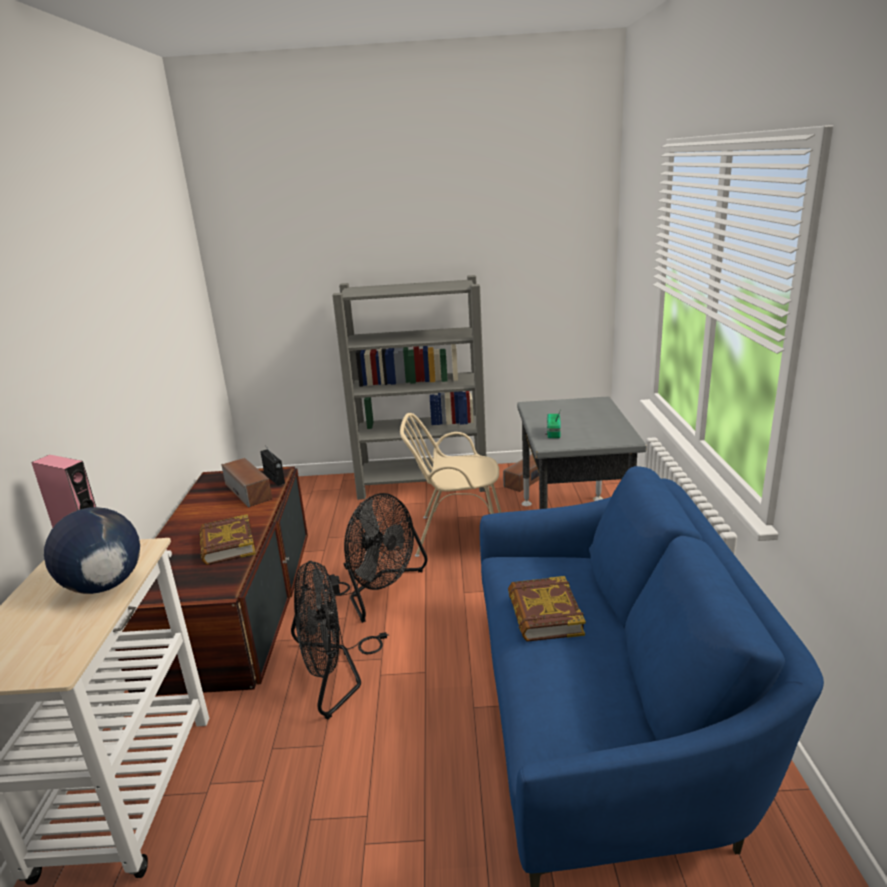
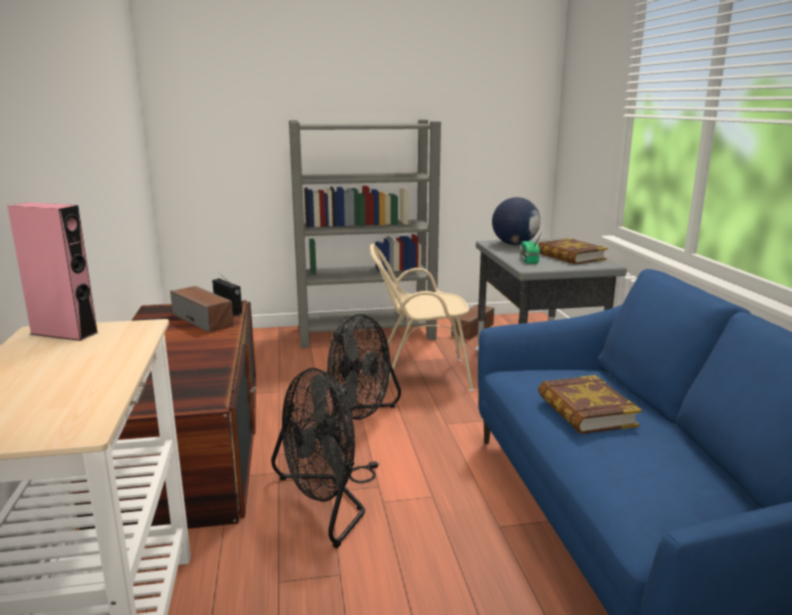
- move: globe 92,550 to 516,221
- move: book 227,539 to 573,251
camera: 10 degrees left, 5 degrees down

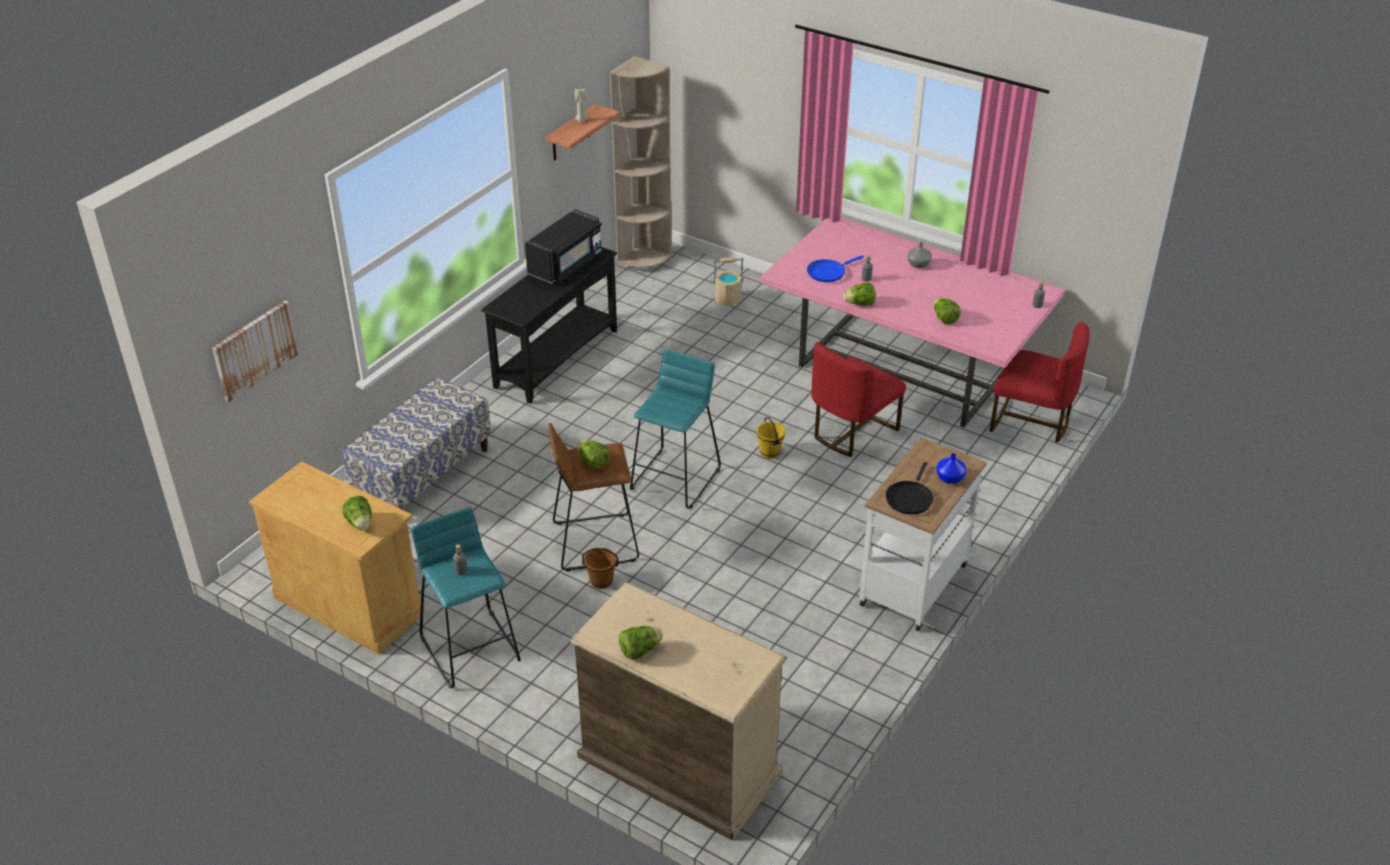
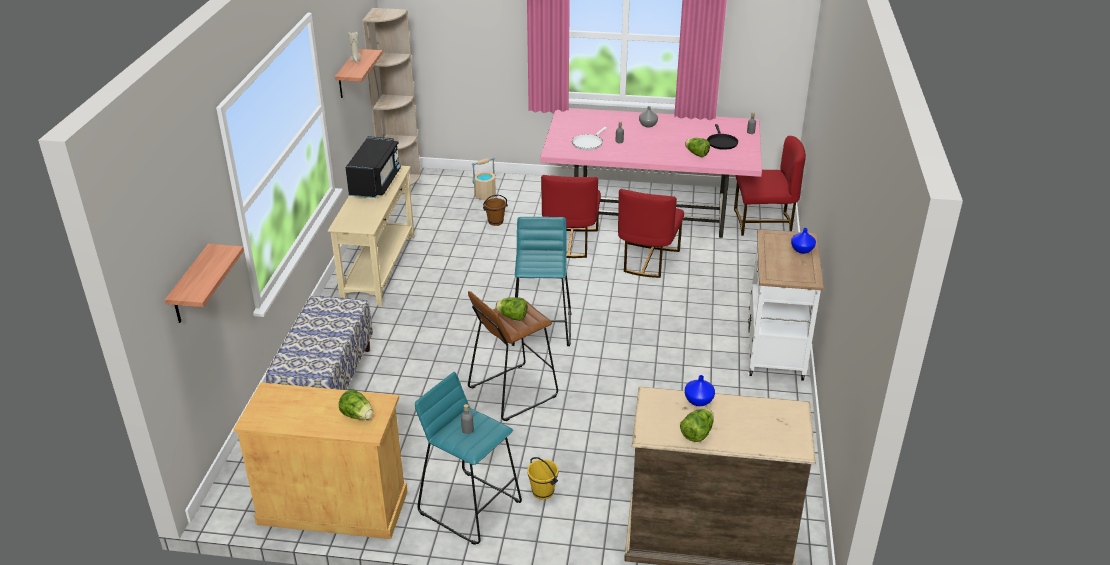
- delete: head of lettuce 859,294
- insert: red upright chair 571,216
- insert: blue-coloured flower vase 700,390
- move: brownish bucket 600,568 to 495,210
- move: yellowish bucket 771,438 to 542,478
- move: blackish frying pan 909,488 to 722,137
- replace: wall picture 255,351 to wall shelf 204,283
- recolor: blackish console table 549,325 to sand-coloured console table 371,236
- recolor: blue-coloured frying pan 835,268 to white frying pan 589,138
camera: 25 degrees left, 5 degrees down

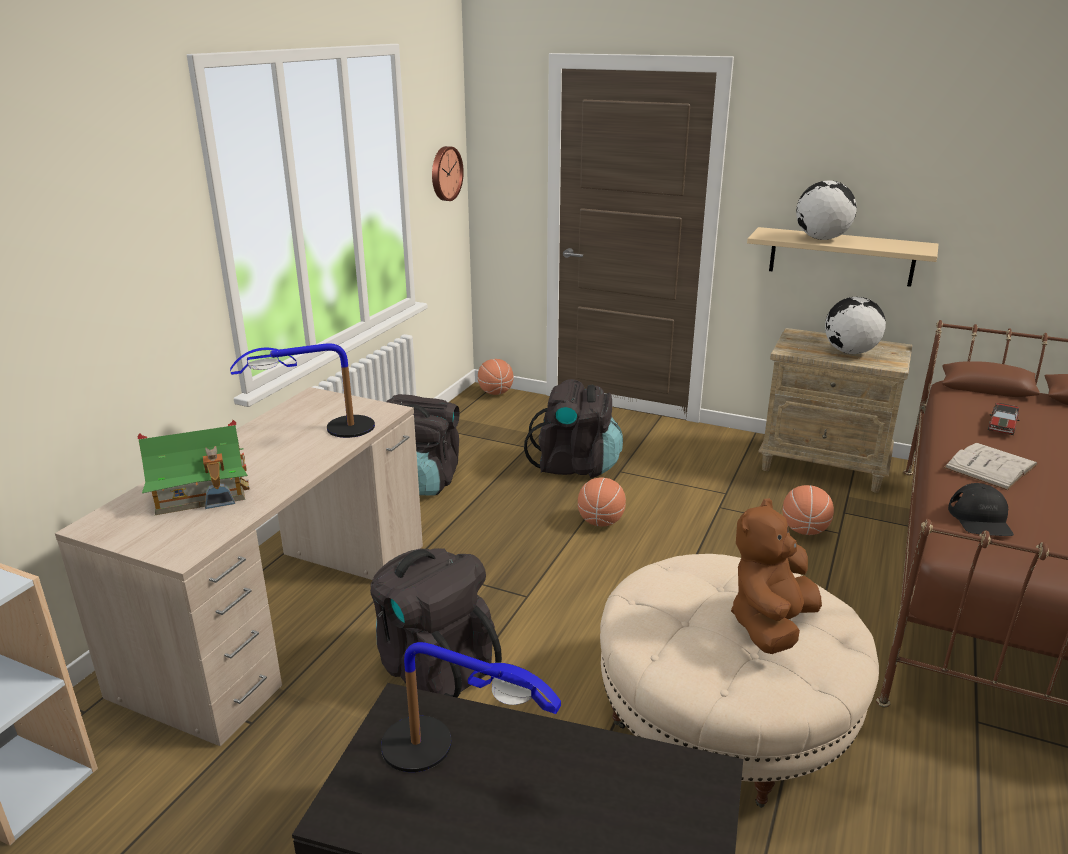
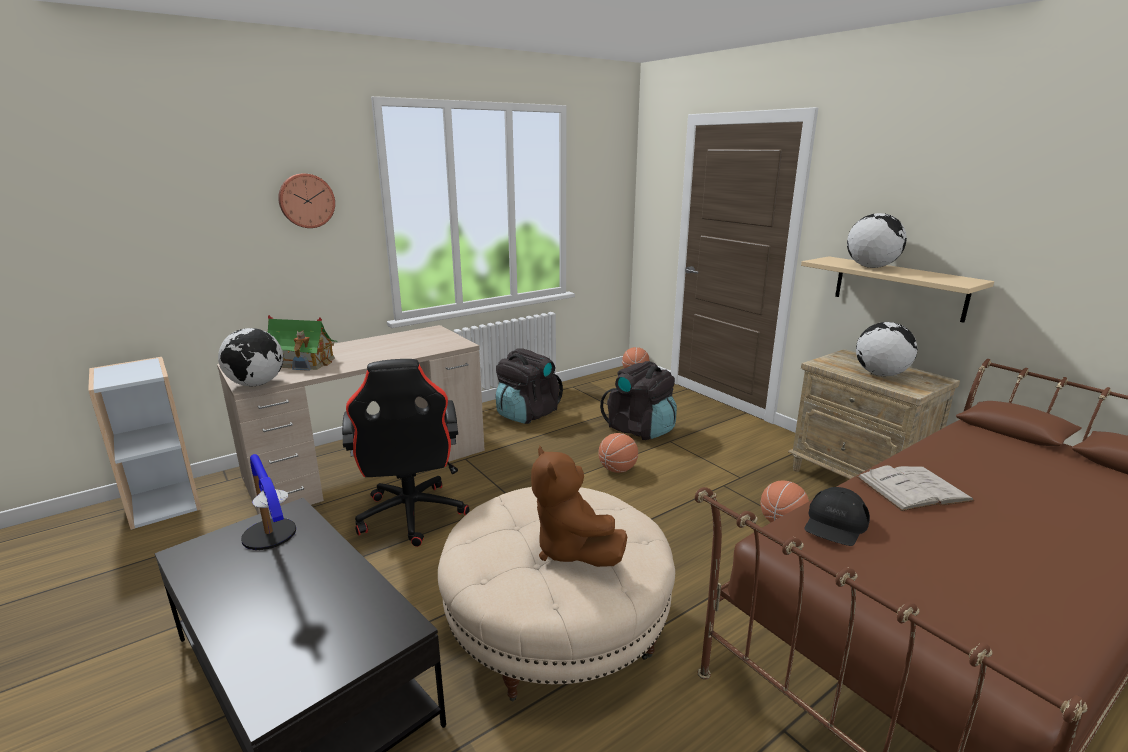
- delete: tabletop lamp 302,391
- delete: miniature car 1003,419
- insert: globe 250,357
- move: wall clock 448,173 to 306,200
- replace: blackish rucksack 436,622 to blackish computer chair 405,453
- rotate: brownish cuddly toy 776,576 = 579,506 90 degrees counterclockwise
camera: 30 degrees right, 5 degrees down

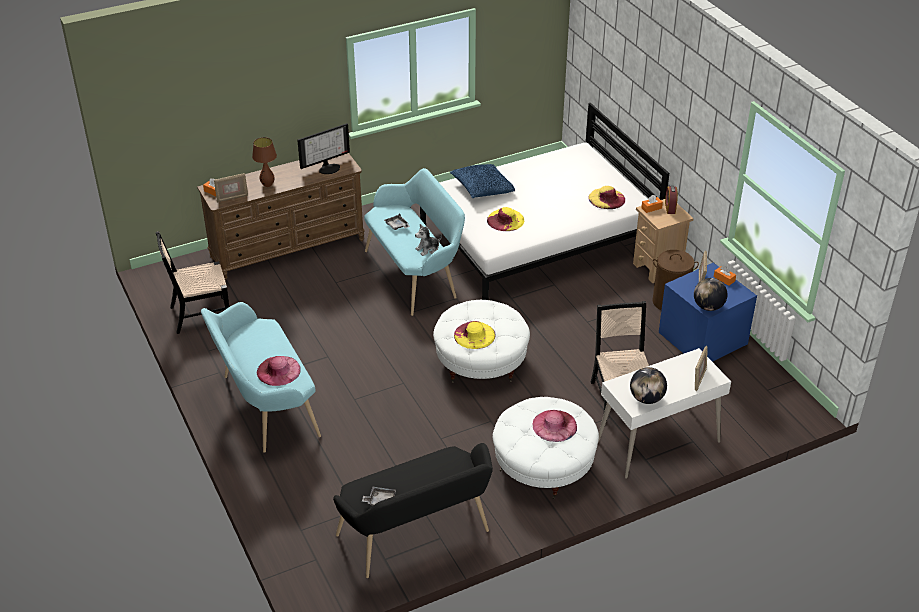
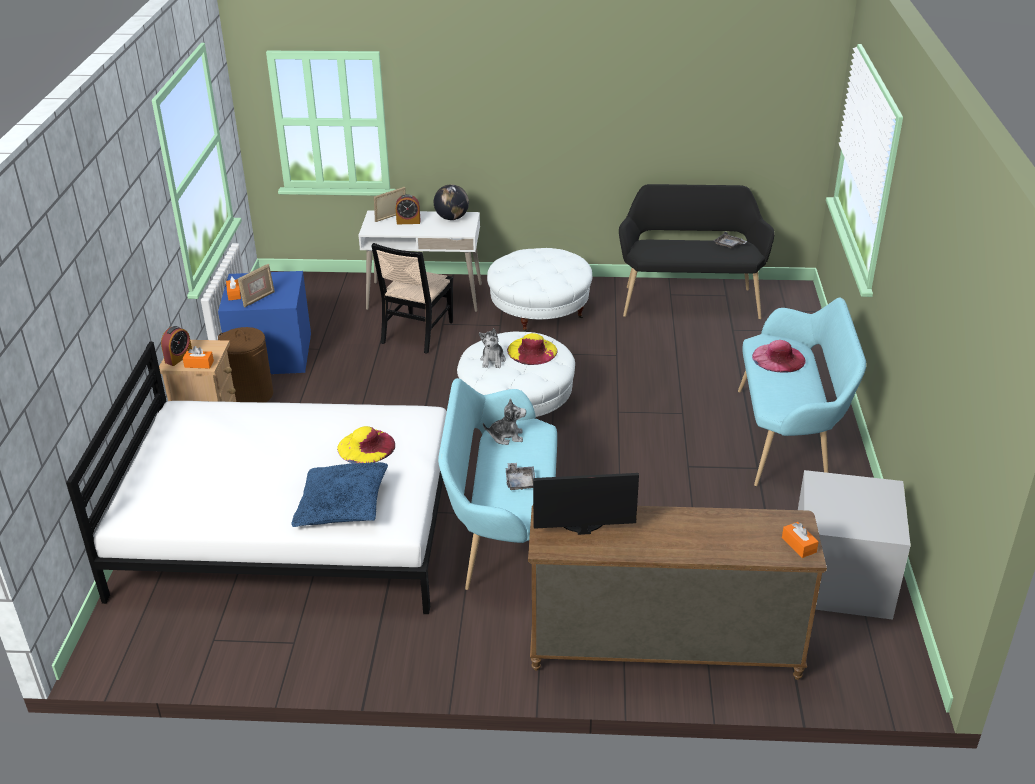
- delete: standing frame 231,188
- delete: brownish tabletop lamp 264,162
- delete: pink hat 554,426
- delete: yellowish hat 606,197
- delete: globe 710,294
- insert: alarm clock 408,209
- insert: cuddly toy 492,348
- replace: upright chair 192,282 to greyish storage bin 854,545
camera: 150 degrees left, 5 degrees down

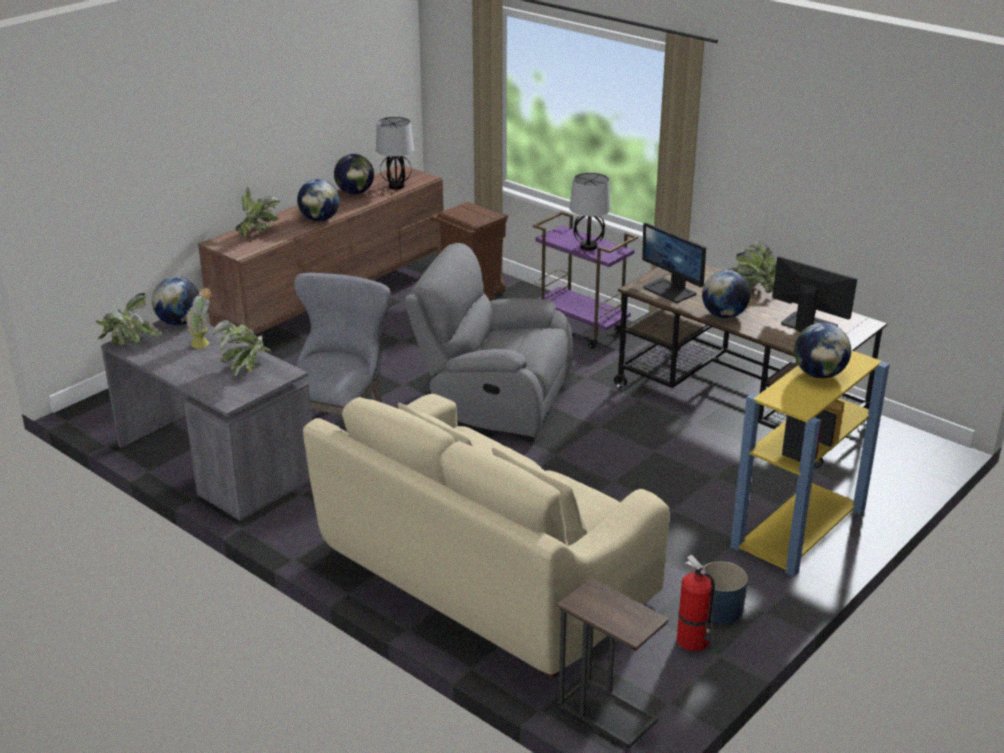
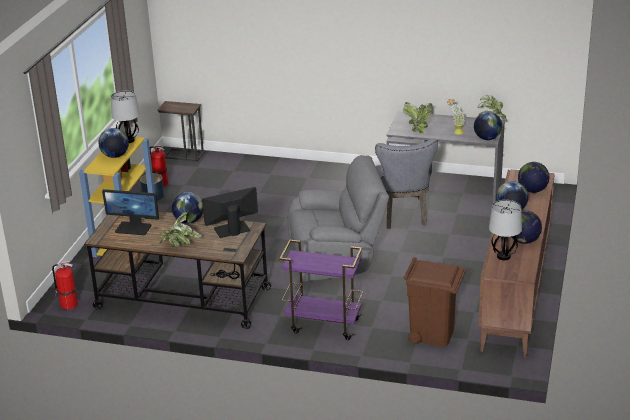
- delete: sand-coloured sofa 486,536
- insert: fire extinguisher 65,285
- move: tabletop lamp 590,212 to 125,117
- replace: plant in a pot 258,212 to globe 533,177
- rotate: computer display 674,262 = 230,212 45 degrees counterclockwise
camera: 155 degrees right, 0 degrees up

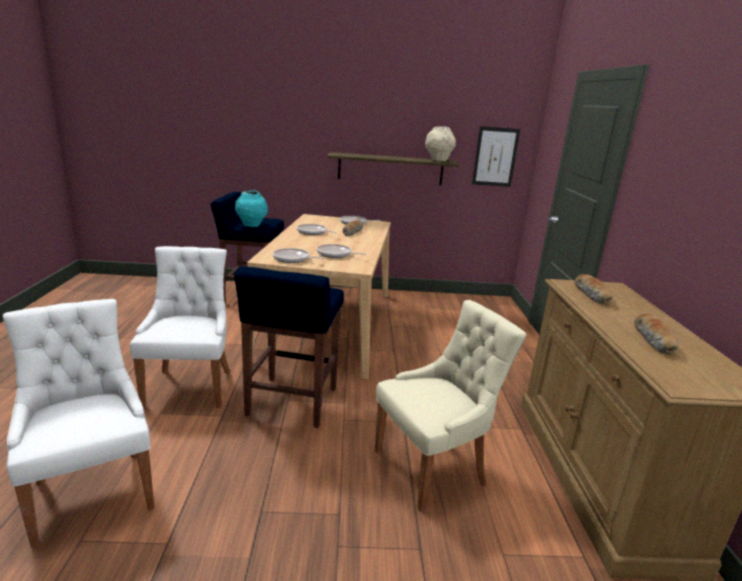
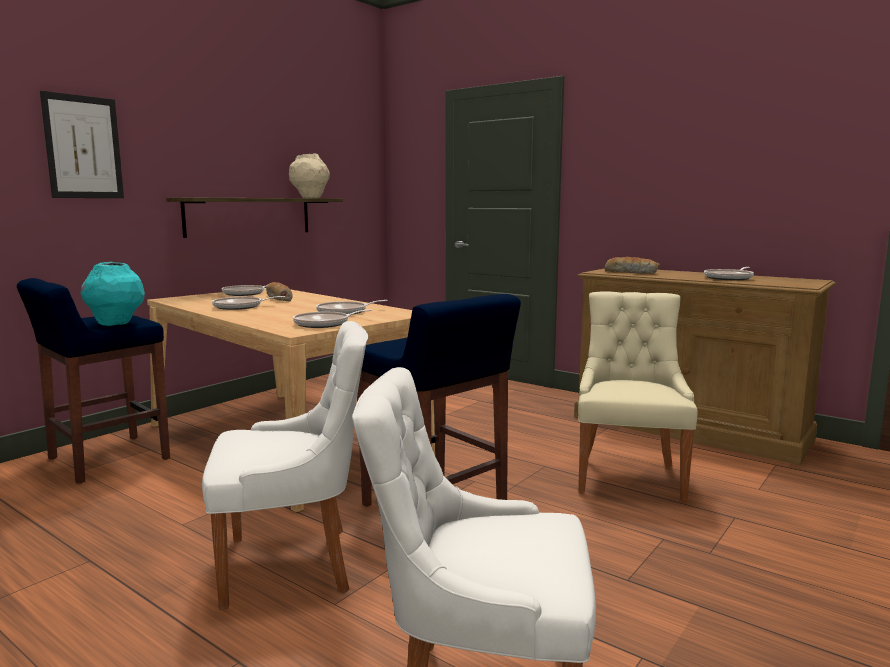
- move: wall picture 496,156 to 82,144
- replace: bakery bread 656,334 to frying pan 729,273
- rotate: white upright chair 180,326 = 285,465 135 degrees clockwise
camera: 50 degrees left, 10 degrees down

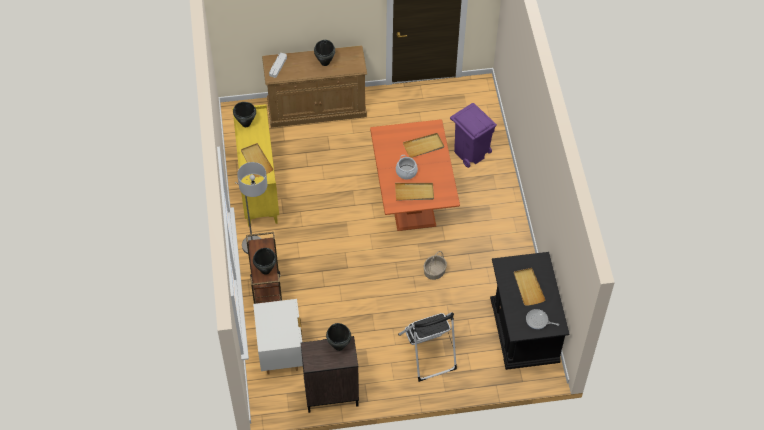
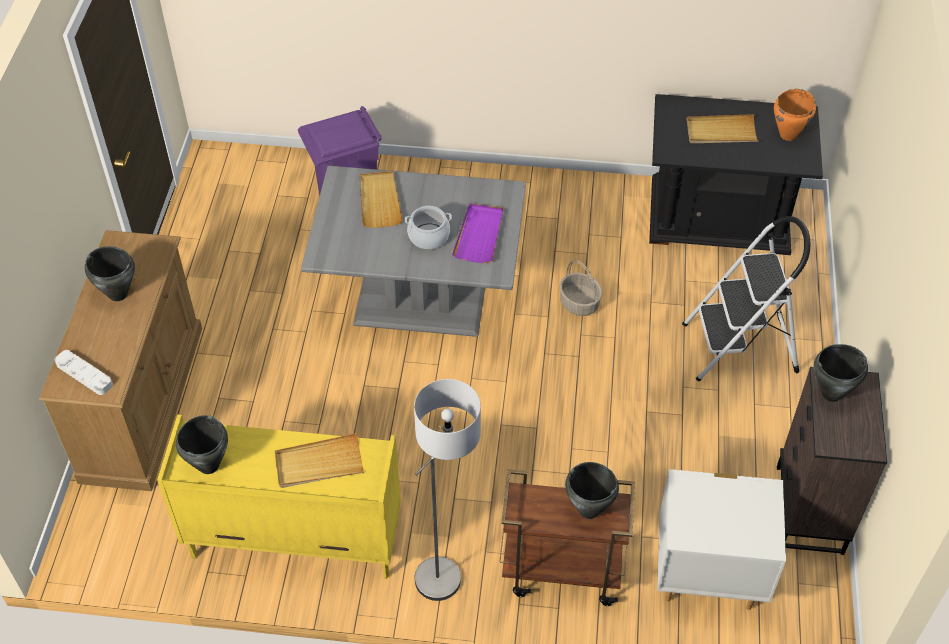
- replace: frying pan 542,319 to orange stockpot 795,115
- recolor: orange dinner table 415,175 to greyish dinner table 413,251
- recolor: sand-coloured serving tray 414,192 to purple-coloured serving tray 477,233
camera: 75 degrees left, 5 degrees down

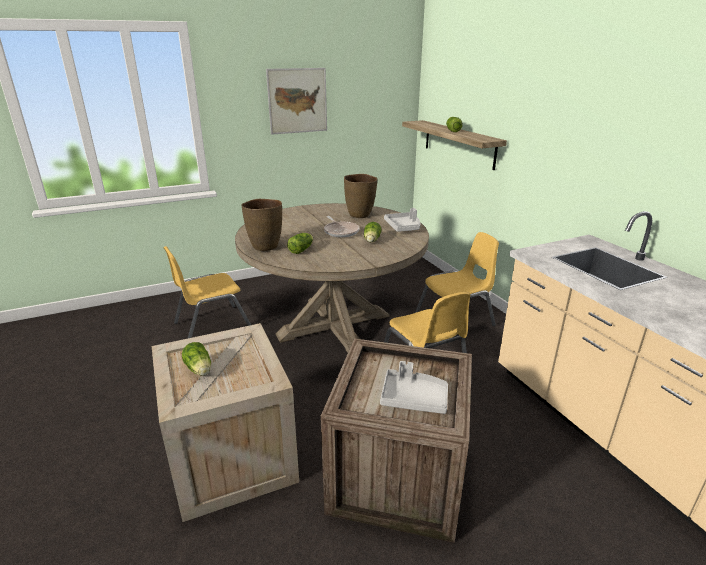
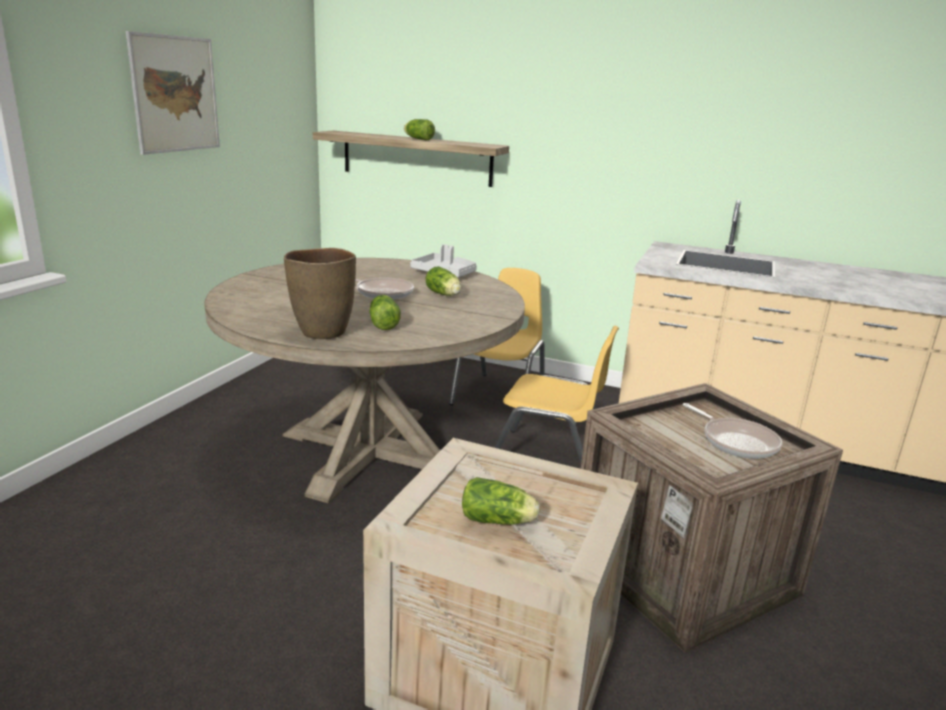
- delete: yellowish upright chair 207,292
- delete: brownish flower vase 361,196
- replace: greyish serving tray 414,387 to frying pan 732,431
camera: 45 degrees left, 5 degrees down

